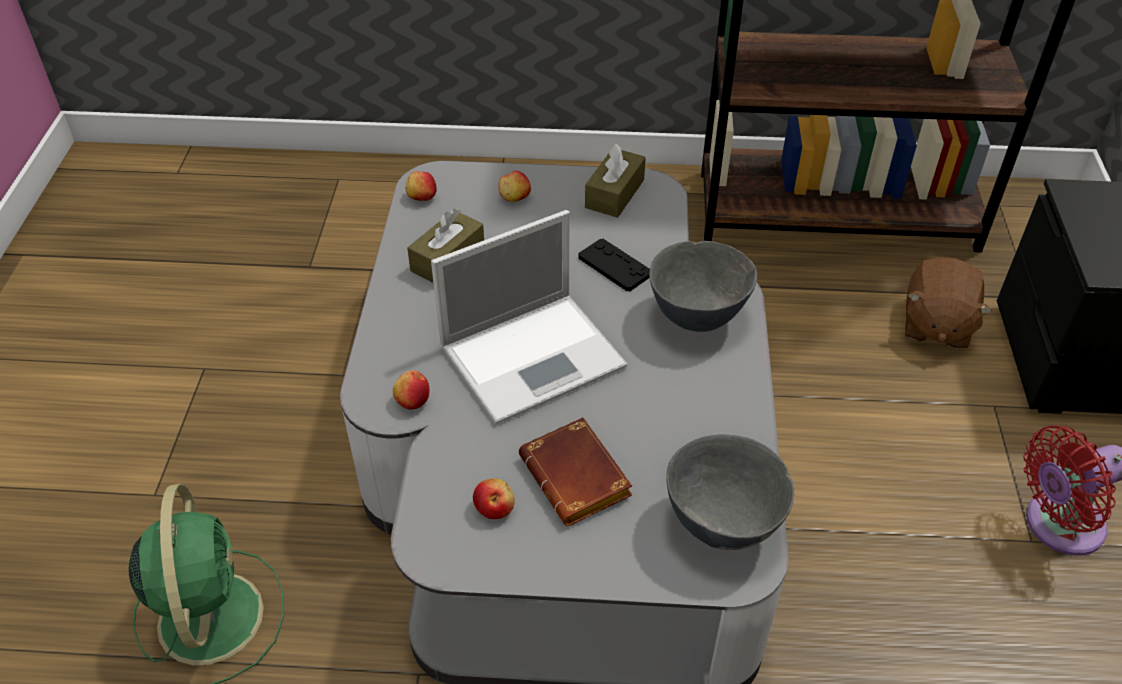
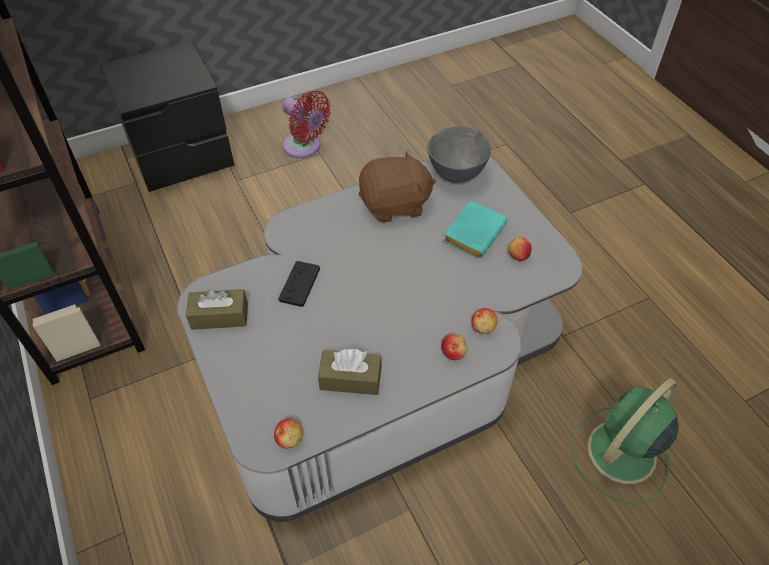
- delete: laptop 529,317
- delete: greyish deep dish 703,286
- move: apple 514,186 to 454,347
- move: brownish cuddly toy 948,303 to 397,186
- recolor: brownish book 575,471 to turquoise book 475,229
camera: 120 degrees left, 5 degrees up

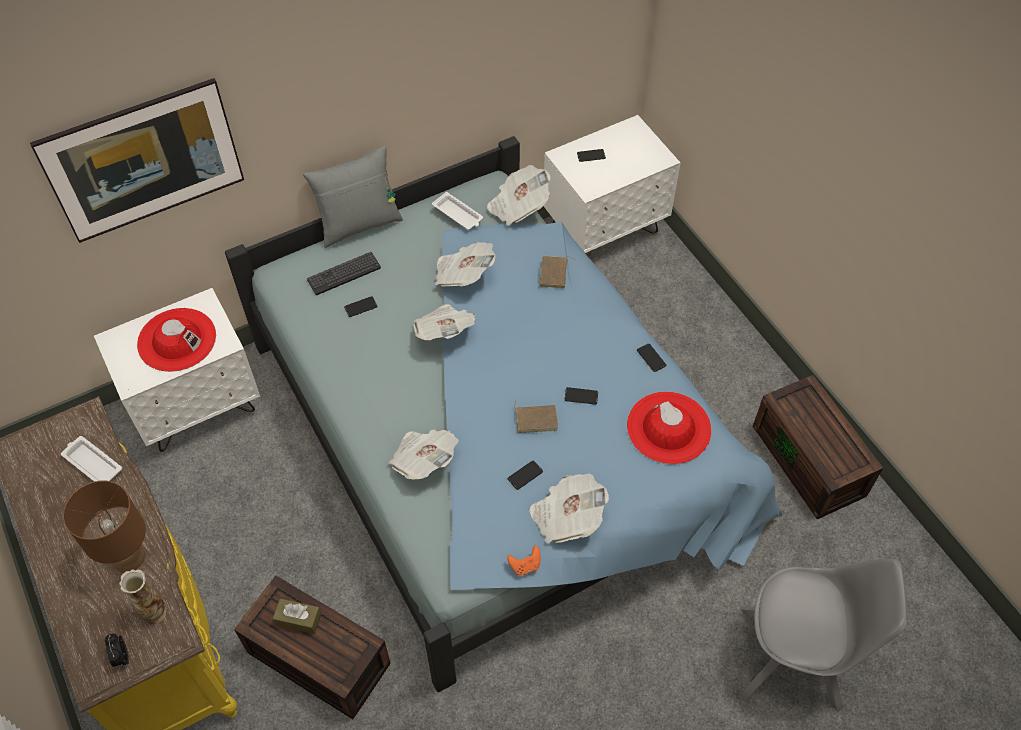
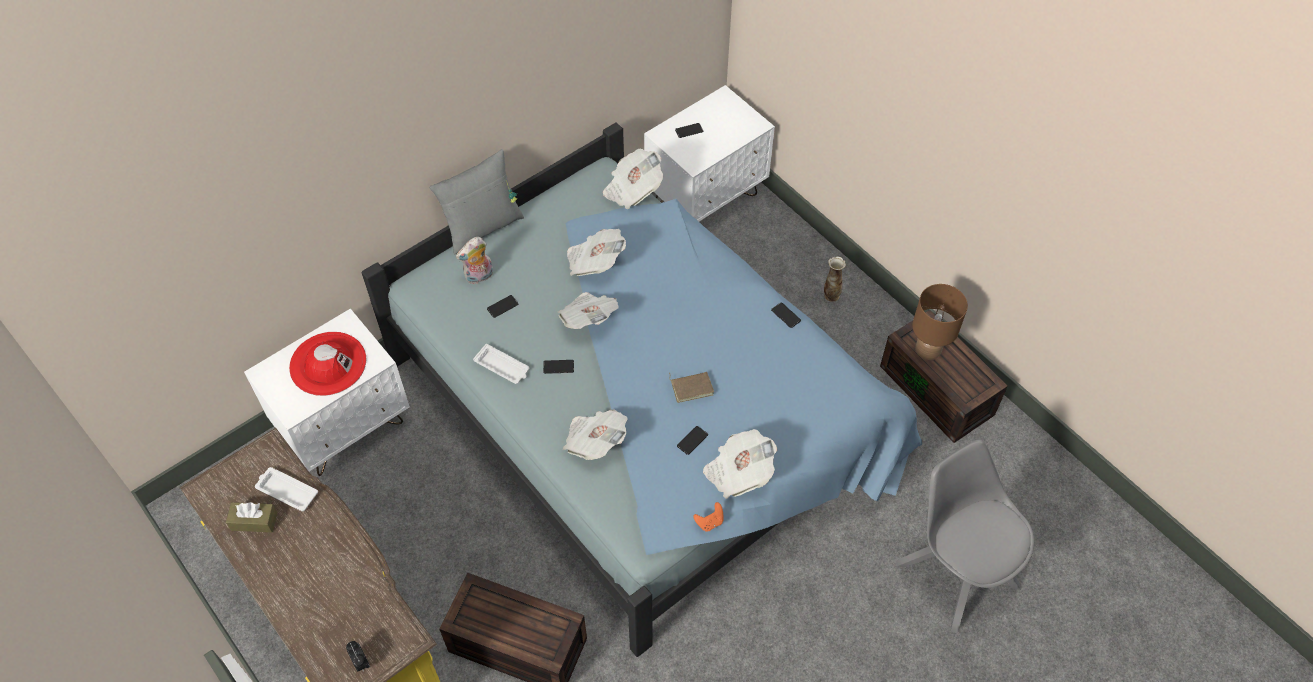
- delete: wall picture 137,160
- delete: brownish book 556,272
- delete: red hat 669,428
- move: brownish tabletop lamp 104,526 to 940,322
- move: flower vase 142,597 to 835,279
- move: brownish tissue holder 297,616 to 251,517
- move: white serving tray 457,211 to 501,364
- move: handset 581,395 to 558,367
- replace: PC keyboard 344,273 to cuddly toy 474,260
- rotate: greyish upright chair 823,635 = 965,537 120 degrees counterclockwise
camera: 10 degrees left, 0 degrees up

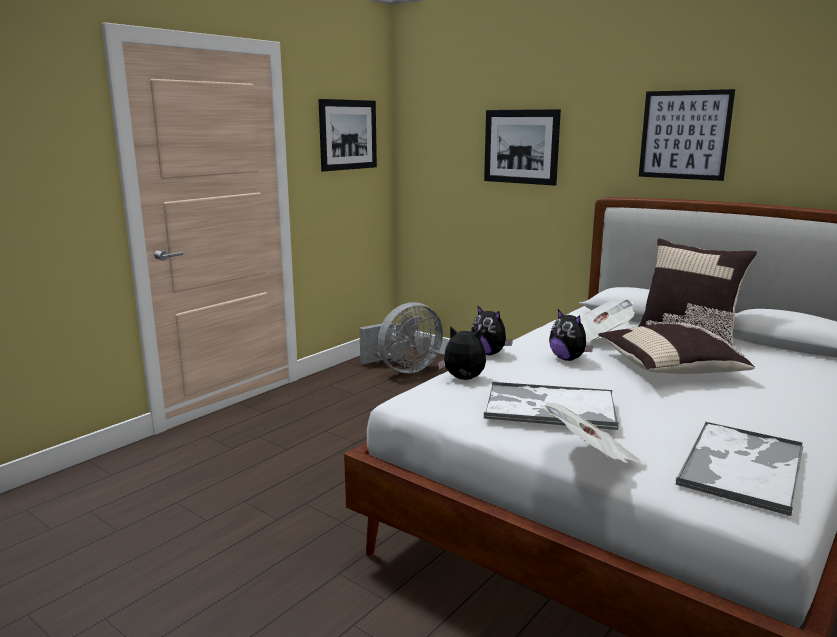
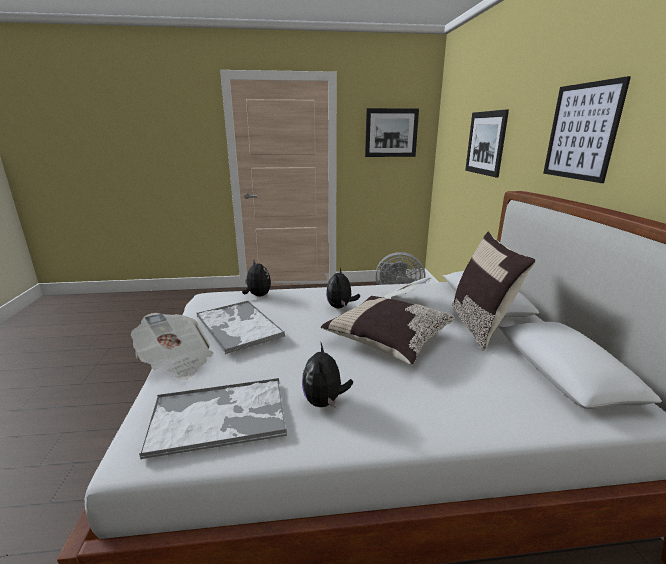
- move: cuddly toy 492,330 to 327,375
camera: 45 degrees right, 5 degrees up

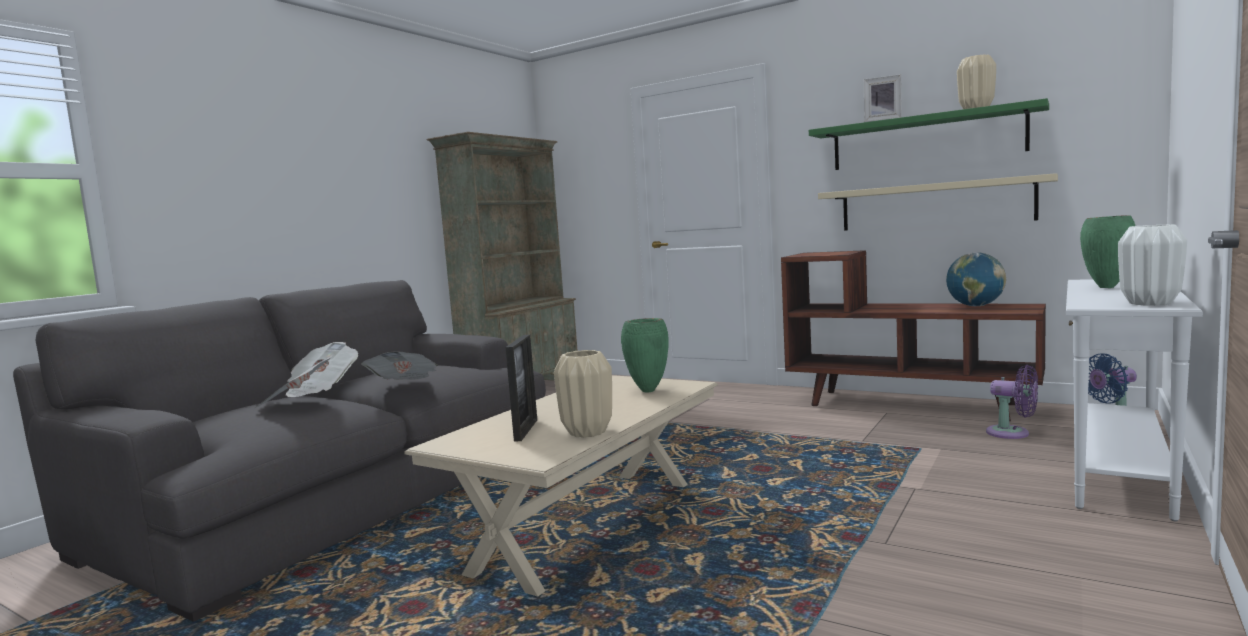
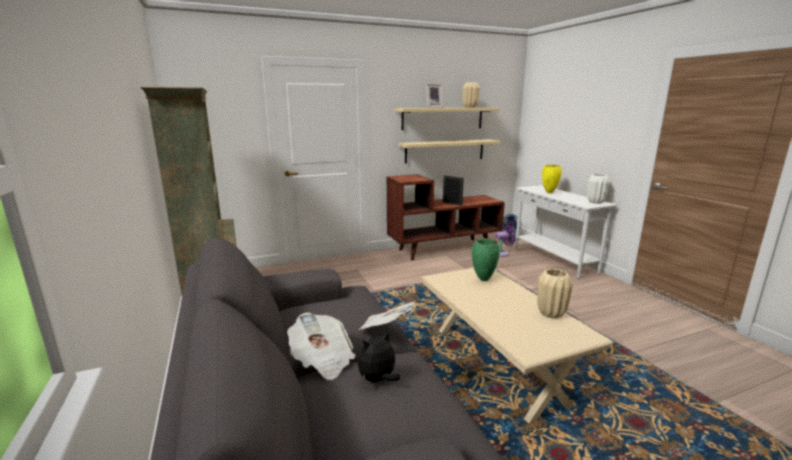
- delete: globe 976,279
- move: standing frame 521,388 to 453,190
- replace: newspaper 293,382 to cuddly toy 379,356
- recolor: green-coloured wall shelf 929,134 to sand-coloured wall shelf 447,119
- recolor: green-coloured flower vase 1107,251 to yellowish flower vase 552,179
camera: 55 degrees left, 10 degrees up

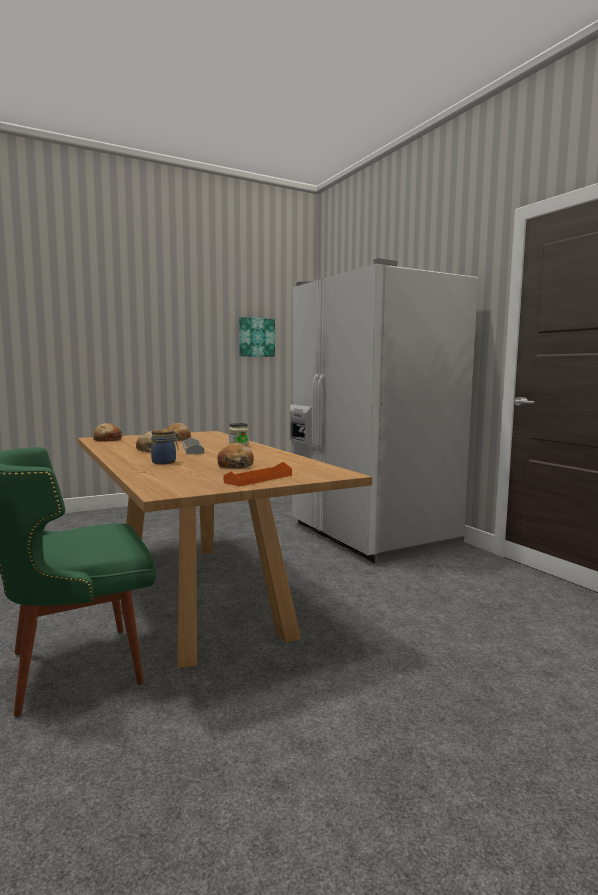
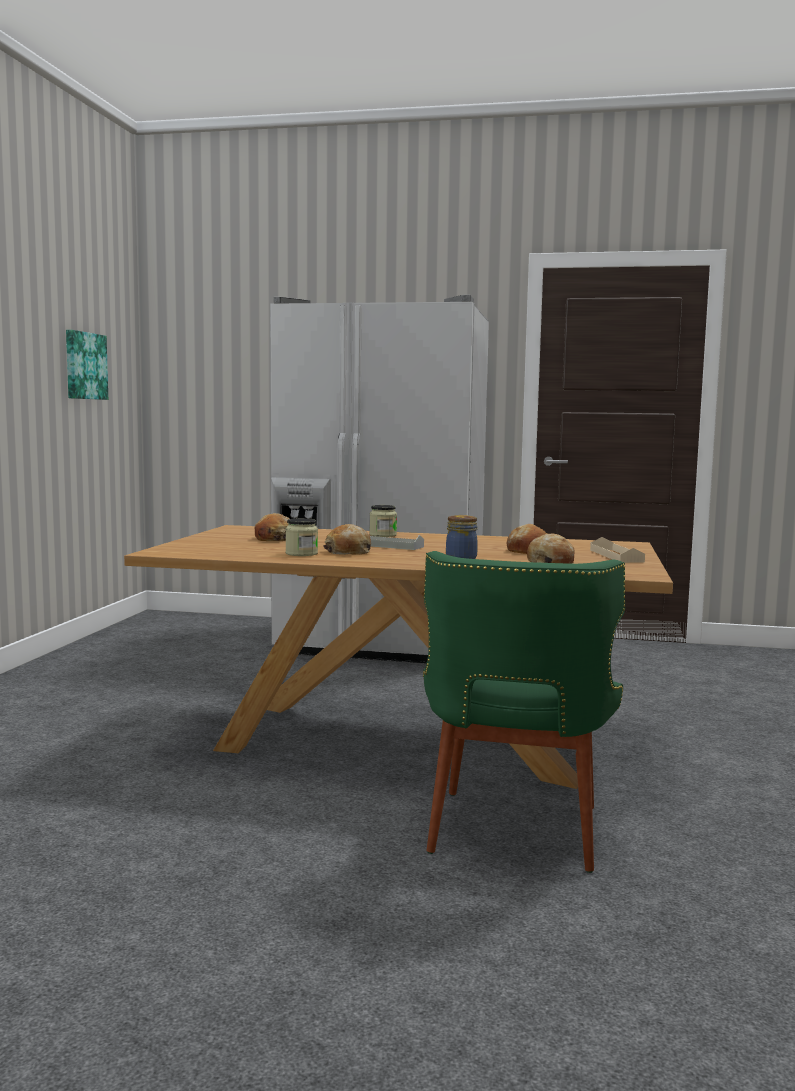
- insert: preserve jar 301,537
- move: bakery bread 108,432 to 551,548
- recolor: orange serving tray 258,474 to sand-coloured serving tray 617,550
camera: 50 degrees left, 0 degrees up

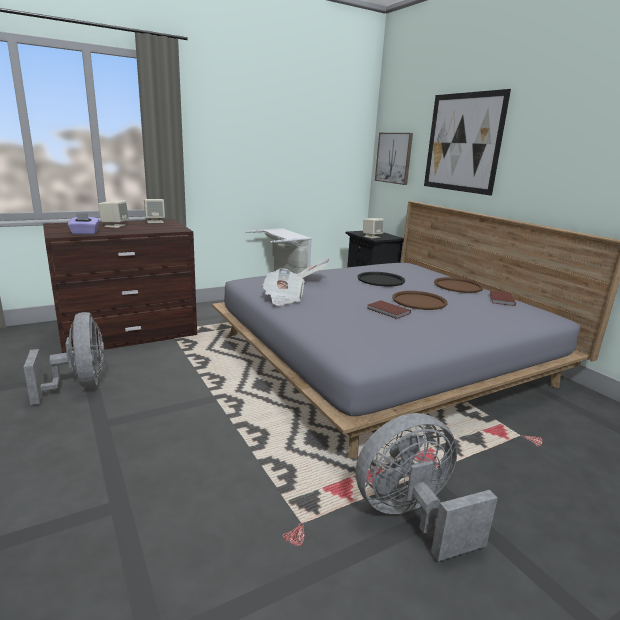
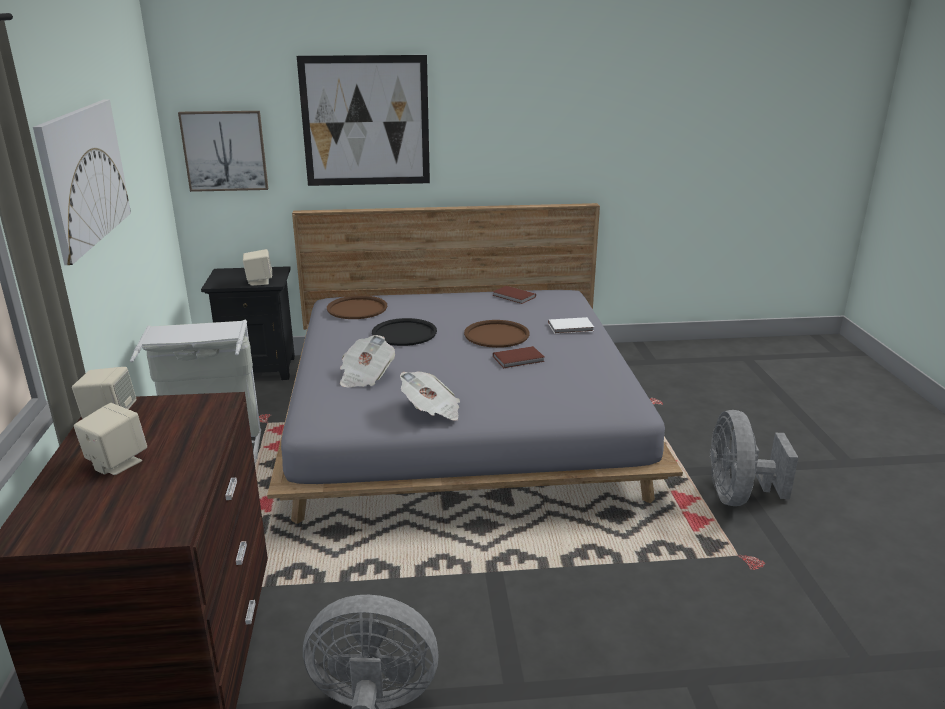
- delete: purple-coloured tissue holder 83,224
- insert: wall picture 82,182
- insert: white book 571,325
- move: brownish serving tray 459,285 to 357,307
camera: 65 degrees left, 5 degrees up

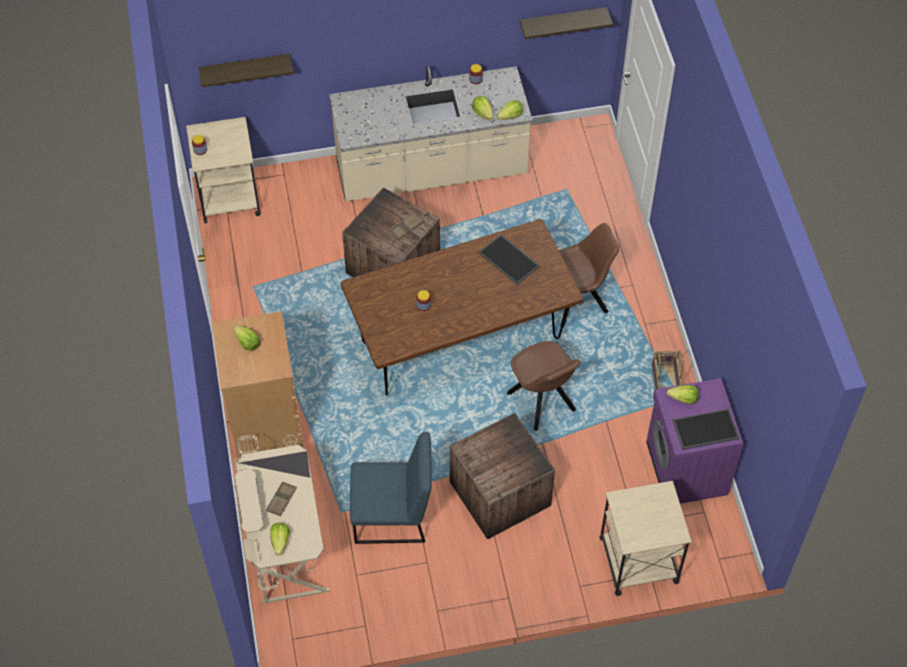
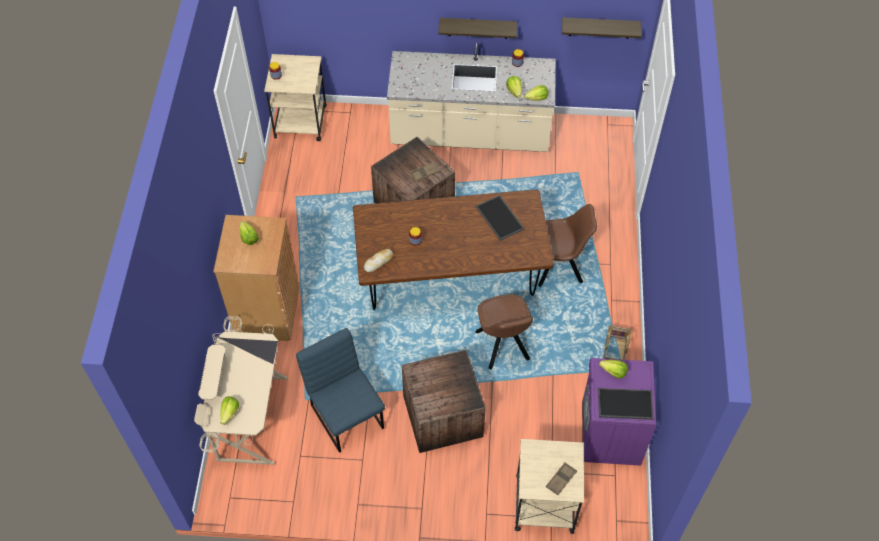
- insert: bakery bread 378,260
- move: wall shelf 246,70 to 477,28
- move: brownish serving tray 281,498 to 561,479
- rotate: blue-coloured upright chair 391,488 = 340,390 135 degrees counterclockwise
camera: 15 degrees right, 0 degrees up

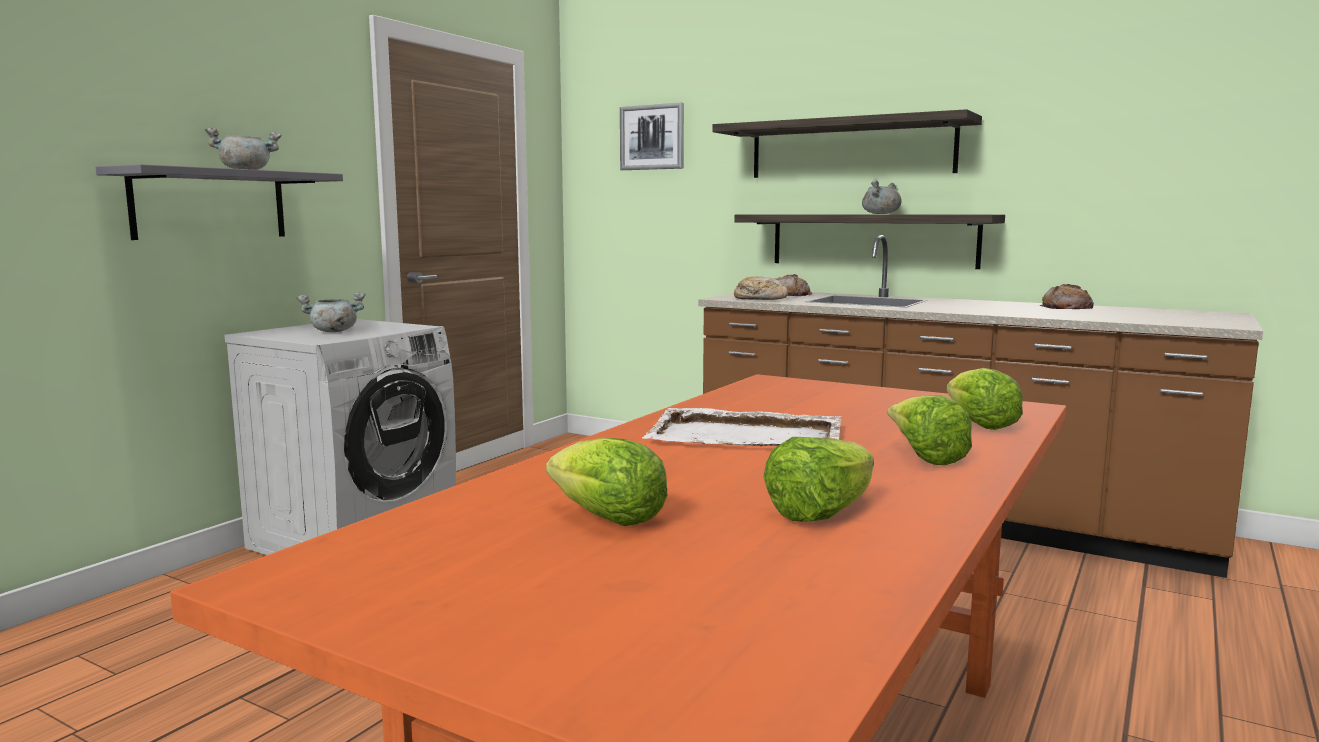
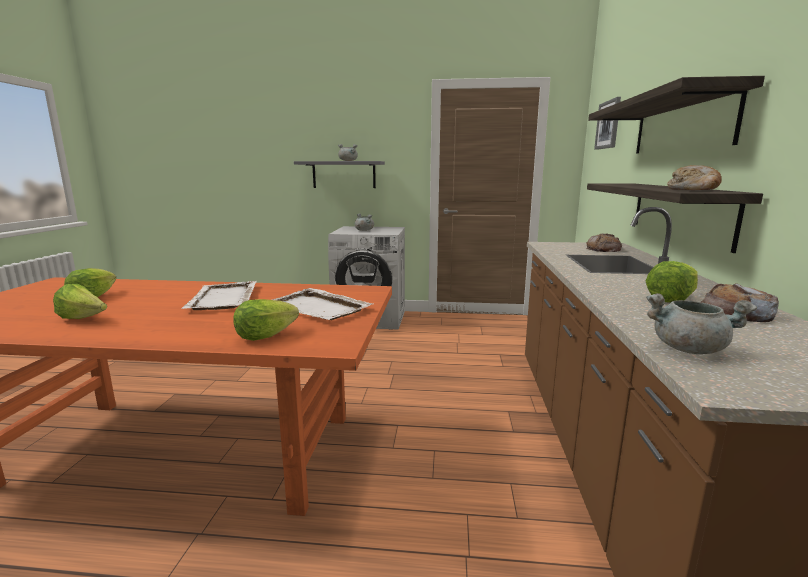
- insert: white serving tray 323,304
- move: bakery bread 761,288 to 694,177
- move: greyish stockpot 882,197 to 701,323
- move: head of lettuce 929,430 to 672,281
camera: 65 degrees right, 5 degrees up

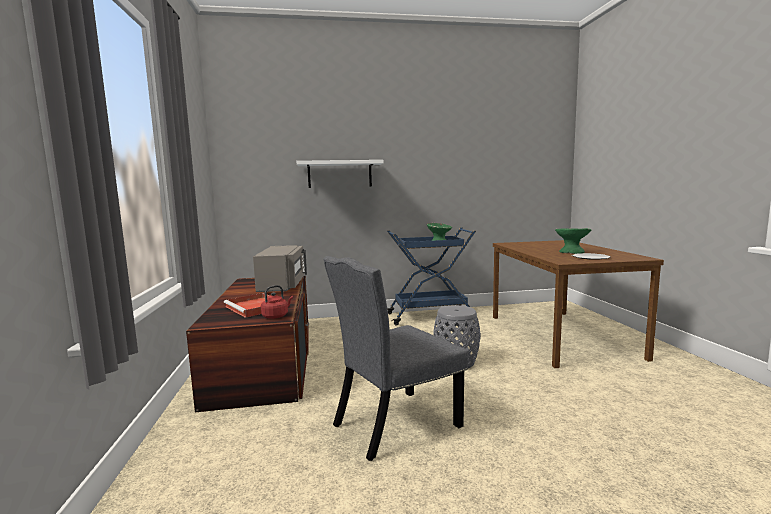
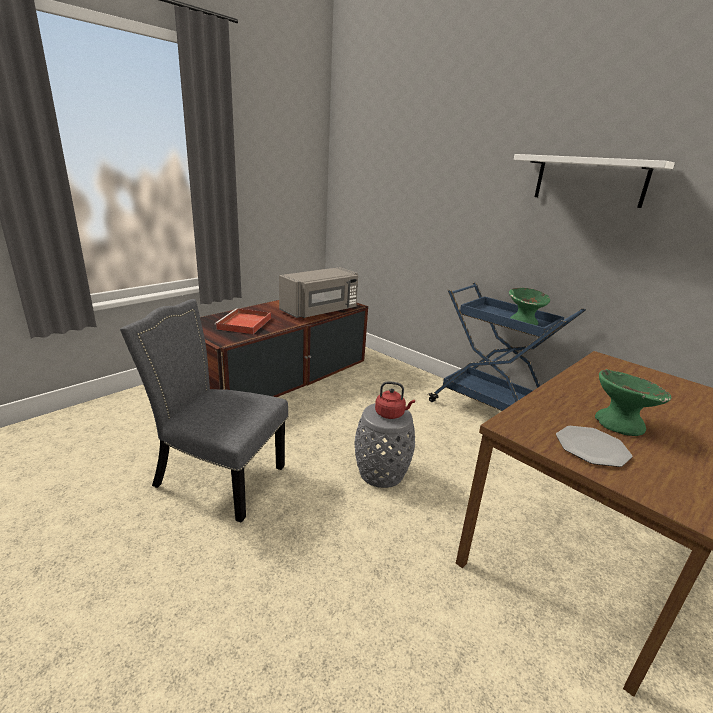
- move: red kettle 277,302 to 395,400
- move: white wall shelf 339,174 to 594,181
camera: 50 degrees right, 15 degrees up

